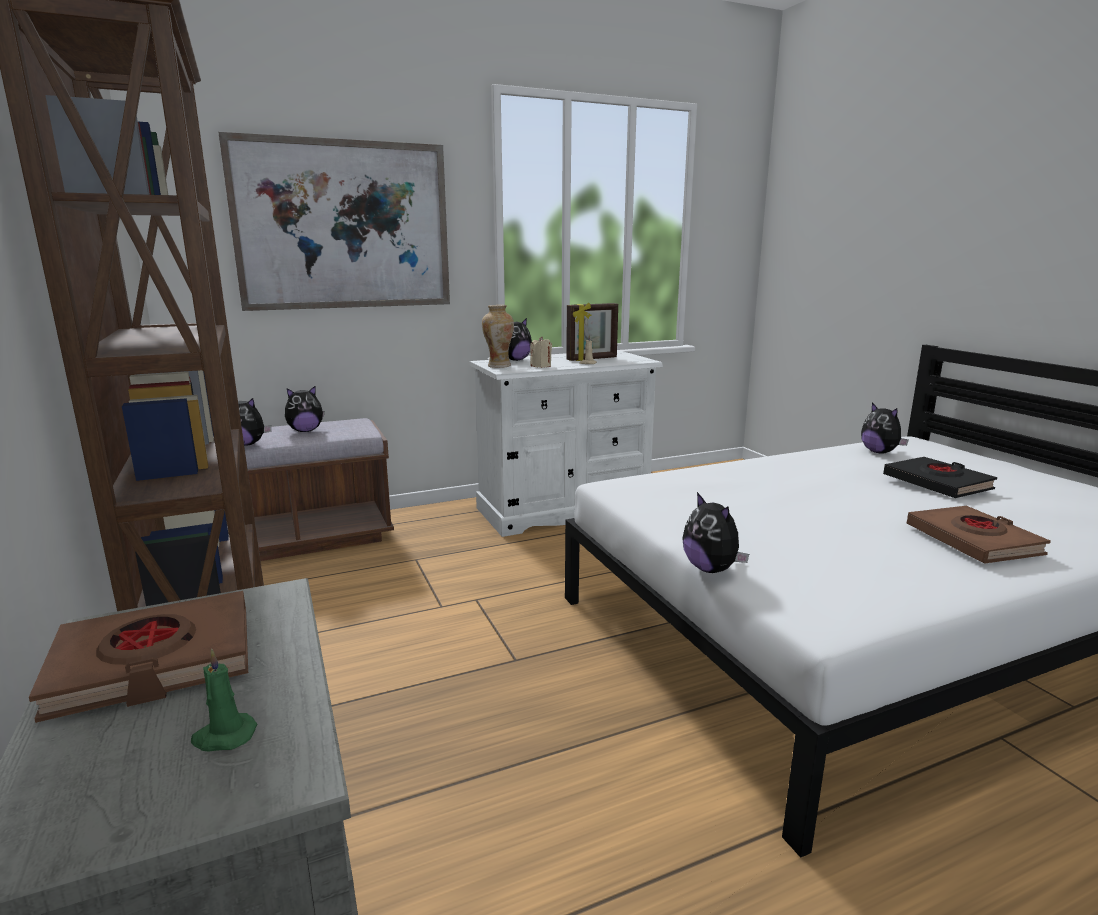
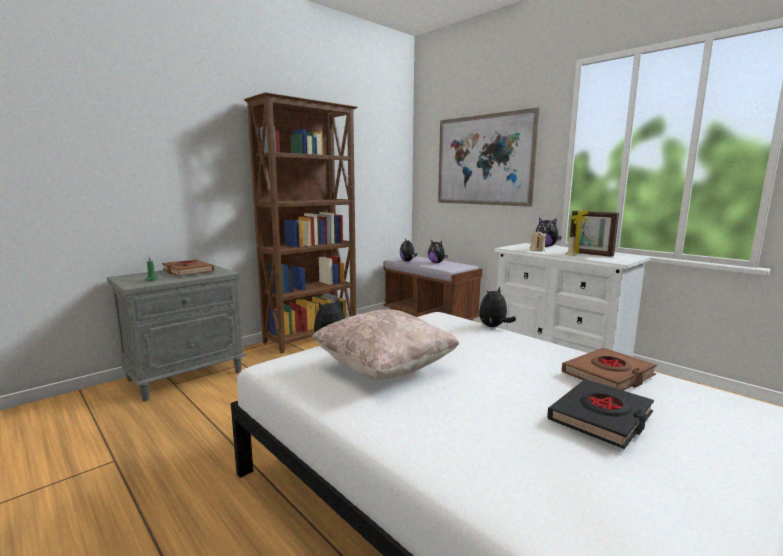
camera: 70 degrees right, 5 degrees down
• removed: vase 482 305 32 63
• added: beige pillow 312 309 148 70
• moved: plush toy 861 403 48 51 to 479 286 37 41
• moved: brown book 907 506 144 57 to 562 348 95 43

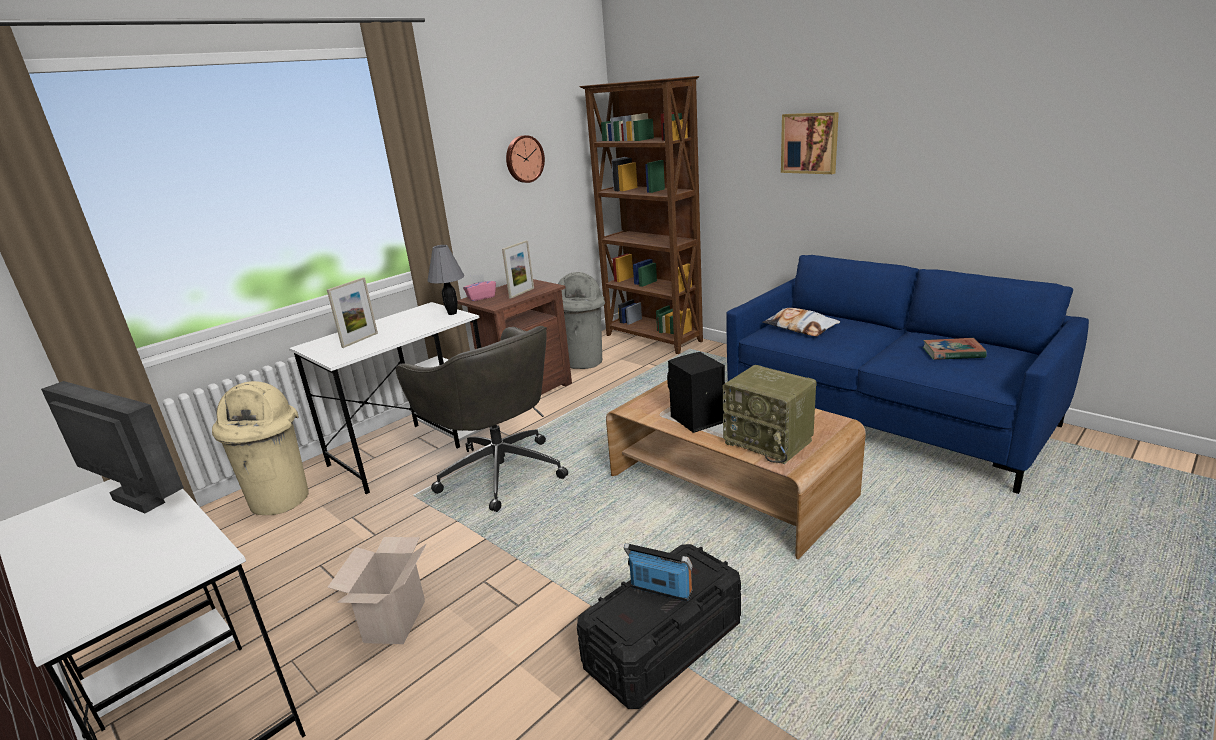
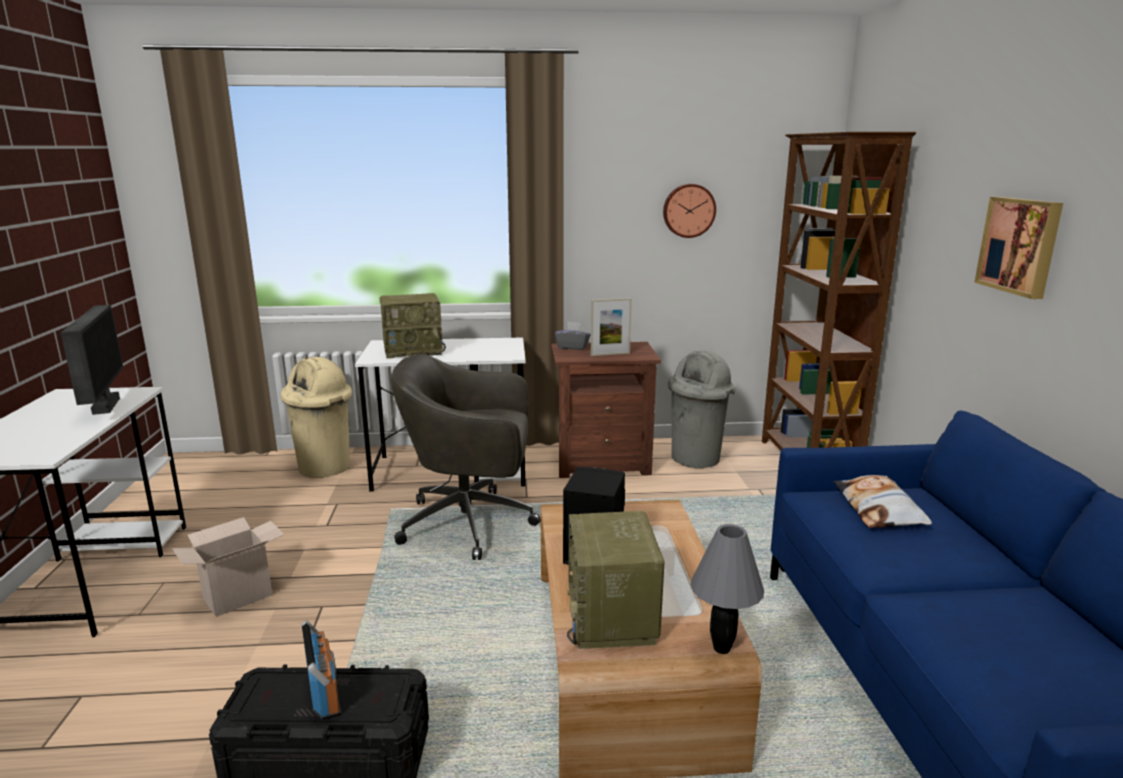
camera: 40 degrees right, 5 degrees down
• removed: book 923 338 64 22
• moved: grey table lamp 427 245 38 70 to 690 524 74 130
• replaced: picture frame 327 277 51 71 to radio 380 293 66 66
• recoloured: pink tissue box 463 274 33 27 to grey tissue box 555 322 36 28
• turned: grey office chair 396 326 172 186 = 391 354 150 206 90 degrees clockwise

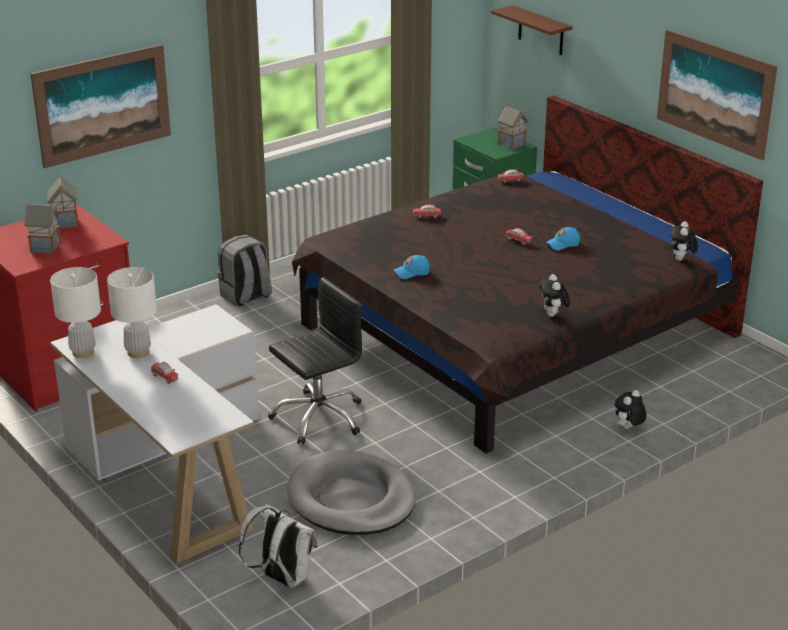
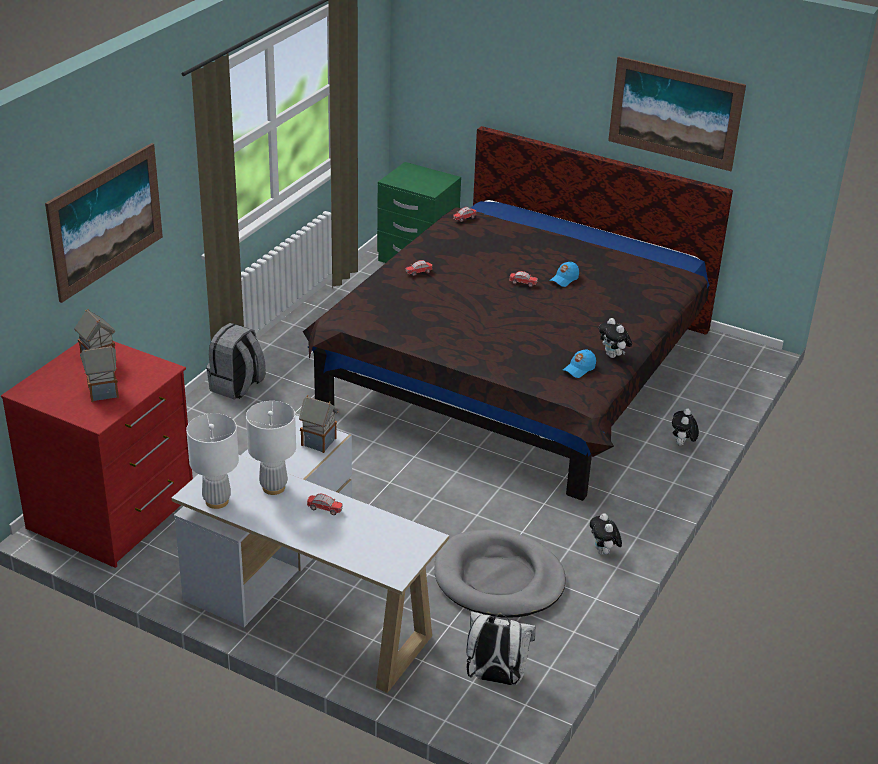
camera: 25 degrees left, 5 degrees up
• removed: black office chair 268 277 94 168
• removed: brown shelf 491 5 81 50
• moved: blue cap 394 255 36 24 to 563 350 33 28
• moved: toy house 498 105 30 45 to 299 395 39 58
• moved: plush toy 671 221 27 40 to 590 513 32 42

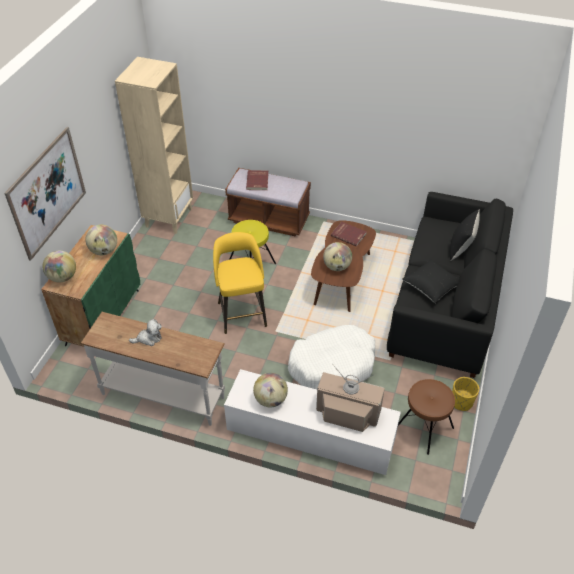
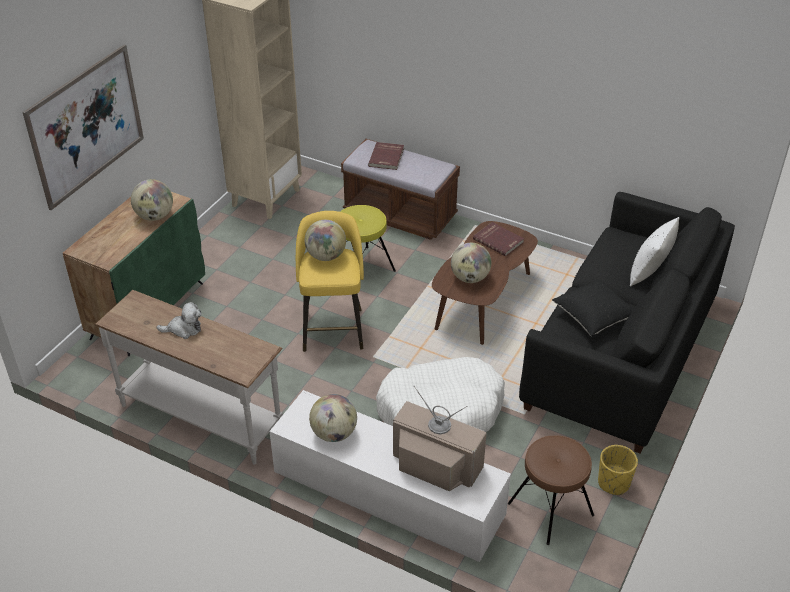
camera: 10 degrees right, 5 degrees down
• moved: globe 43 251 33 32 to 305 220 41 41
• recoloured: black pillow 450 209 30 52 to white pillow 630 217 49 70

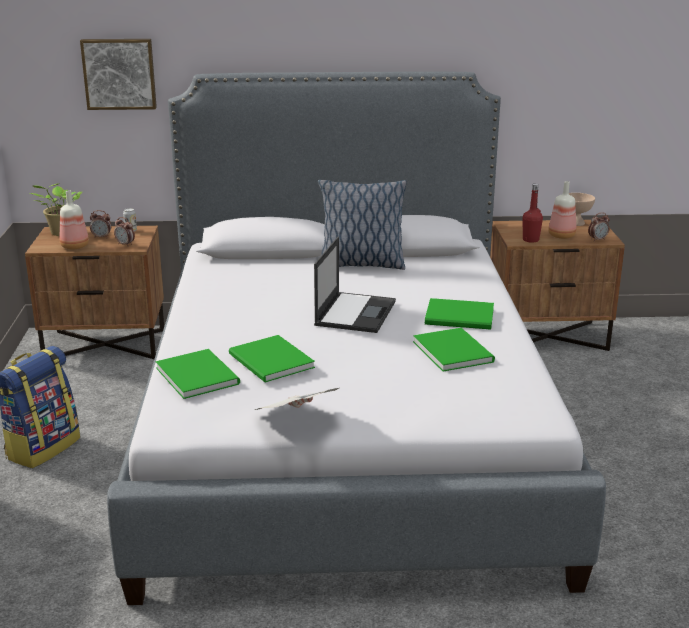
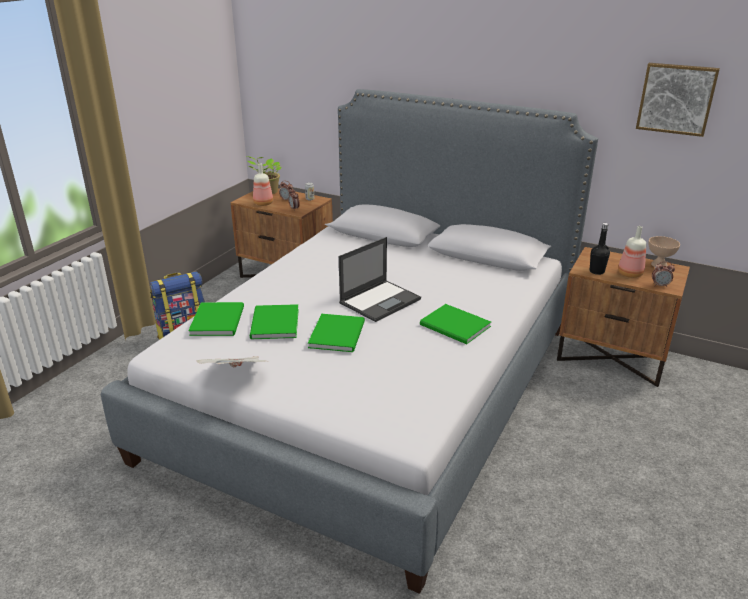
camera: 30 degrees right, 5 degrees up
• removed: pillow 318 180 89 90
• moved: picture 80 39 77 71 to 636 63 84 74
• moved: green book 413 328 82 43 to 308 314 57 38
• recoloured: red bottle 523 184 20 59 to black bottle 590 223 20 52

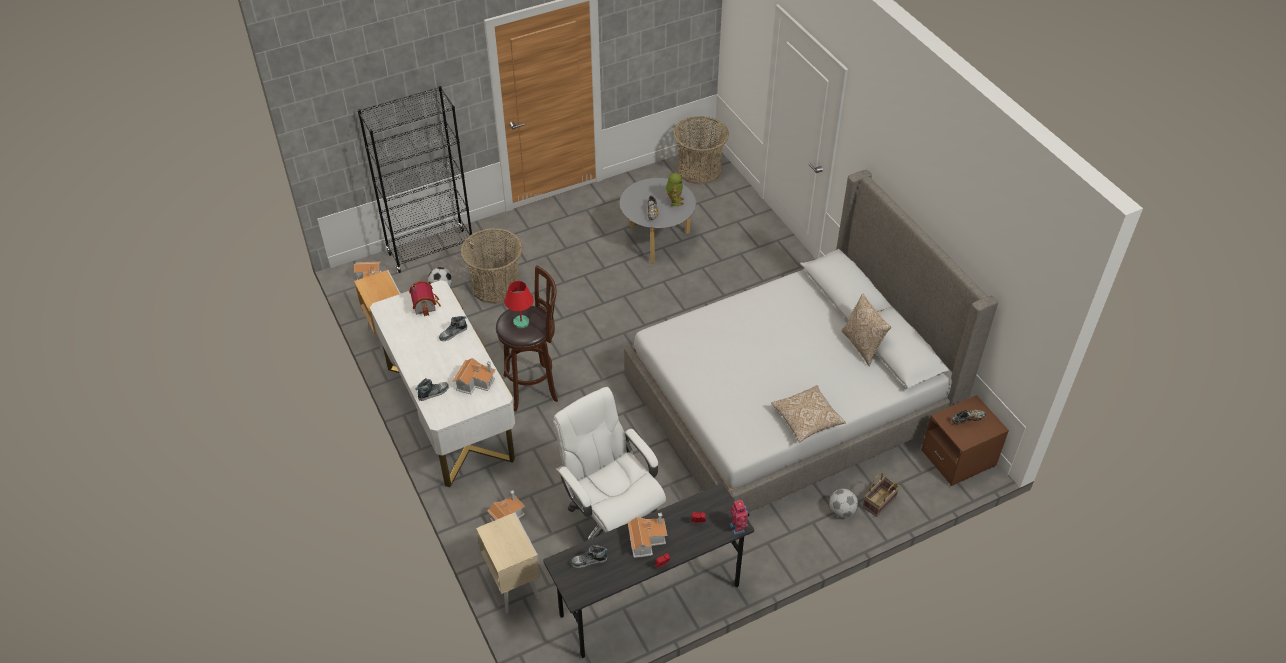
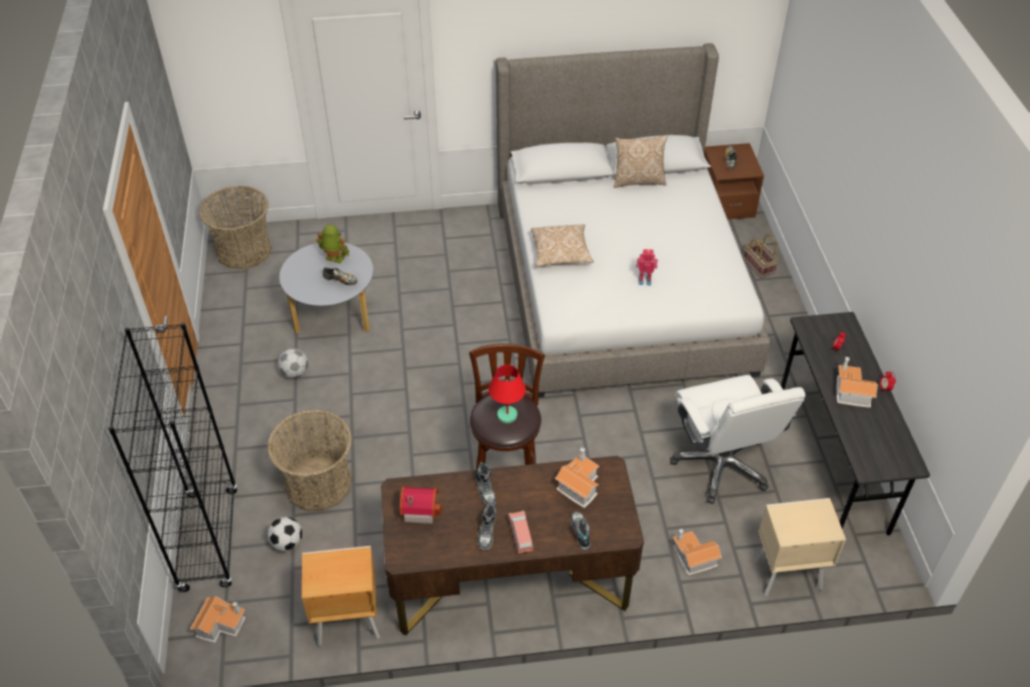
camera: 70 degrees left, 0 degrees up
• added: pink toy car 508 511 25 42
• moved: shoe 571 545 37 23 to 478 503 18 47
• moved: toy robot 730 500 19 35 to 636 249 22 36
• moved: pillow 771 385 75 57 to 531 224 63 42
• moved: football 829 489 29 29 to 278 348 30 30
• recoloured: white desk 370 280 145 207 to brown desk 381 456 263 180
• turned: white office chair 553 387 113 154 = 670 375 135 129 90 degrees counterclockwise

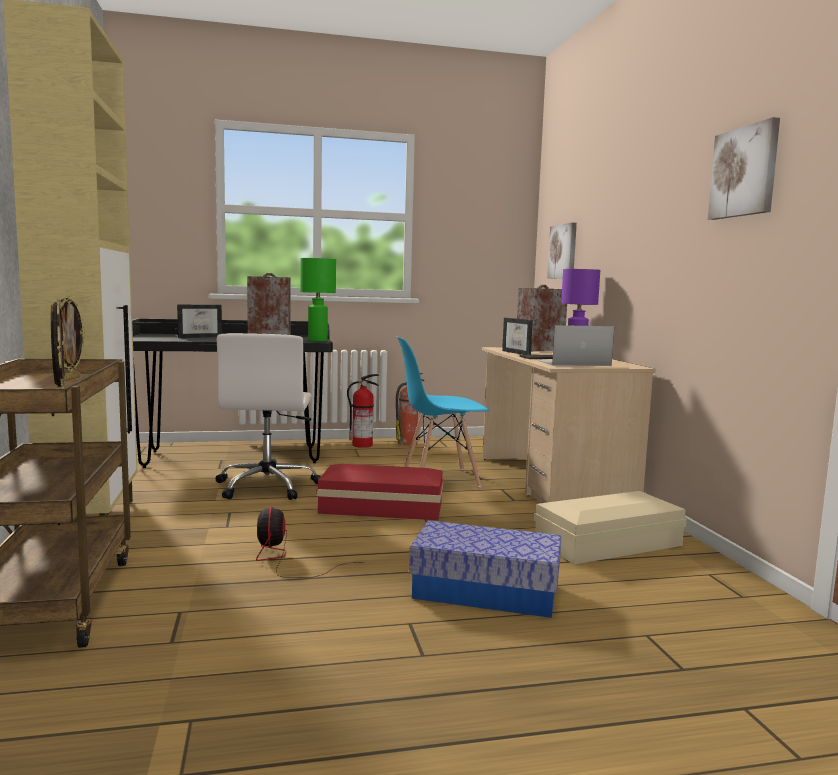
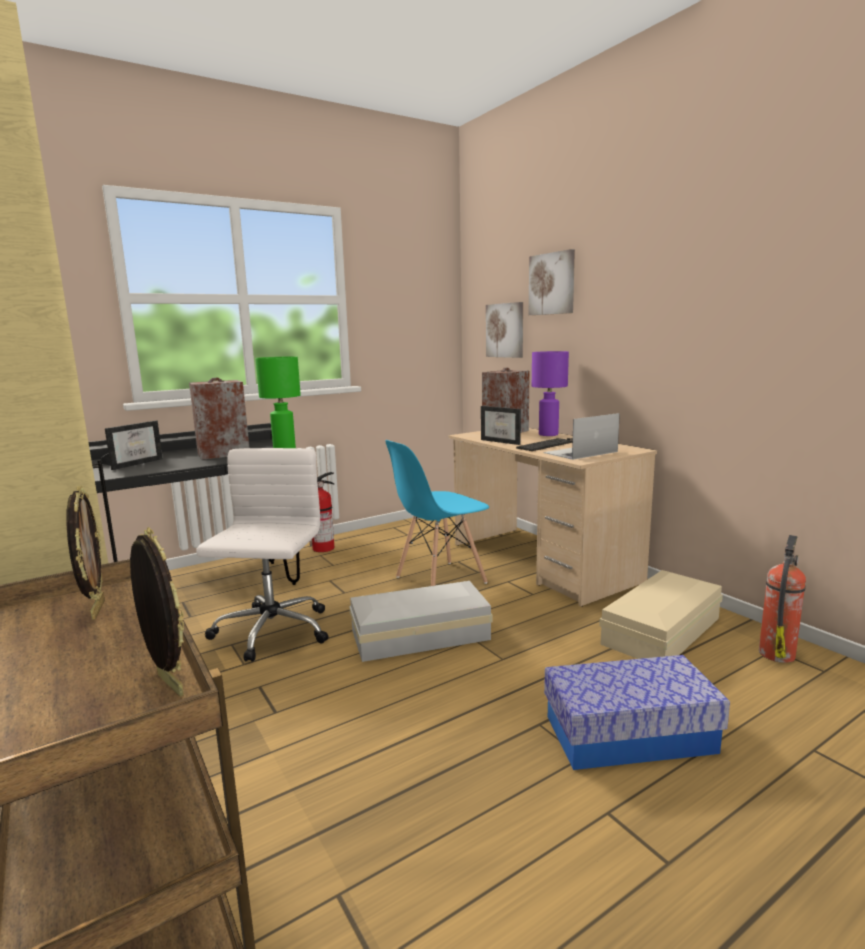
camera: 20 degrees left, 5 degrees up
• removed: fan 256 507 101 71
• moved: fire extinguisher 396 373 29 72 to 759 535 47 128
• moved: picture 708 117 72 103 to 529 249 46 66
• recoloured: red storage box 316 464 127 56 to white storage box 349 581 144 81
• turned: white office chair 216 333 105 167 = 196 448 132 214 150 degrees counterclockwise

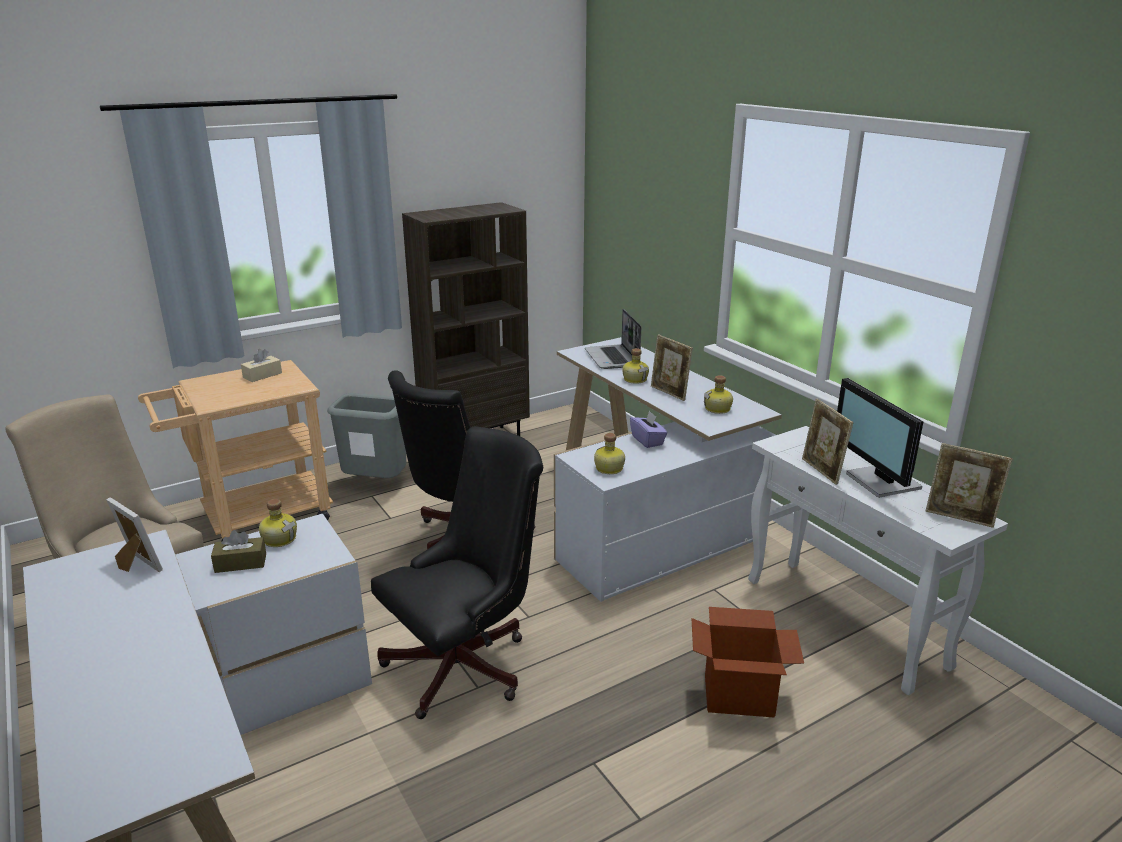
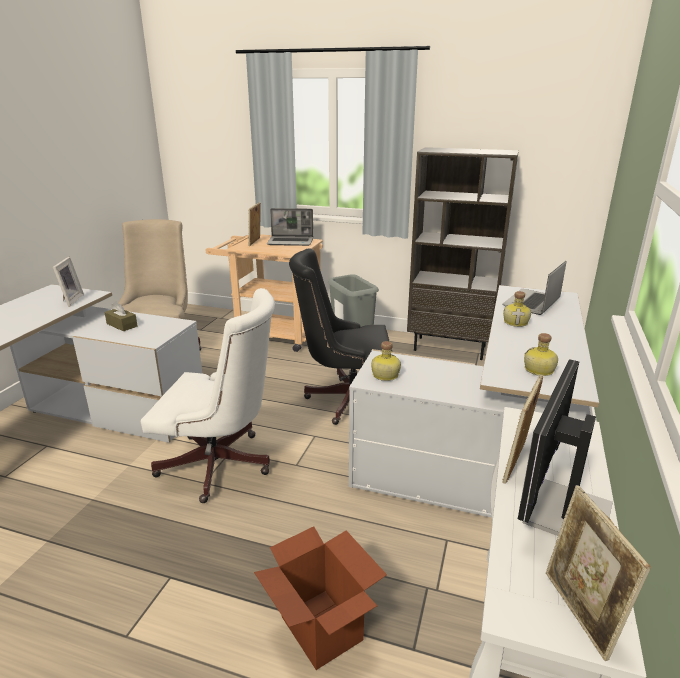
camera: 50 degrees right, 0 degrees up
• removed: bottle 259 499 38 48
• removed: purple tissue box 630 411 38 37
• moved: picture frame 651 334 42 67 to 248 202 13 44
• replaced: beige tissue box 241 349 41 33 to laptop 267 208 46 38
• recoloured: black office chair 371 426 172 293 to white office chair 141 288 134 215

